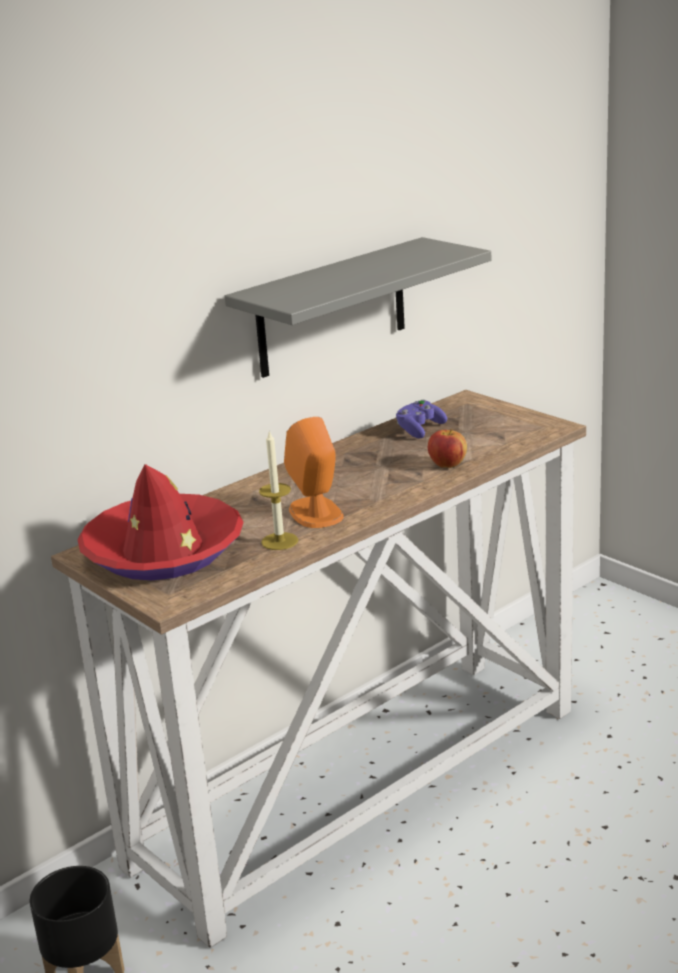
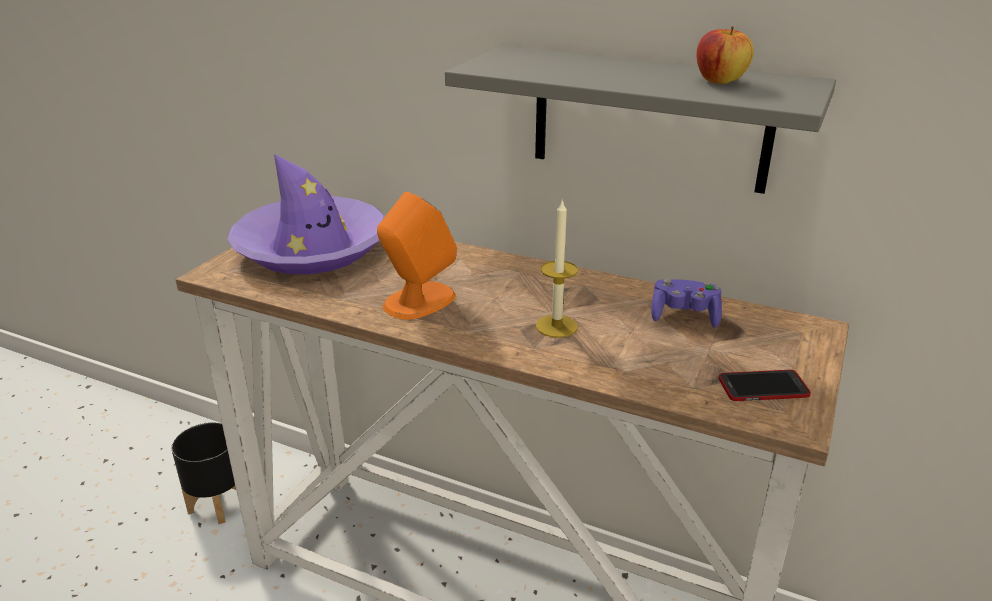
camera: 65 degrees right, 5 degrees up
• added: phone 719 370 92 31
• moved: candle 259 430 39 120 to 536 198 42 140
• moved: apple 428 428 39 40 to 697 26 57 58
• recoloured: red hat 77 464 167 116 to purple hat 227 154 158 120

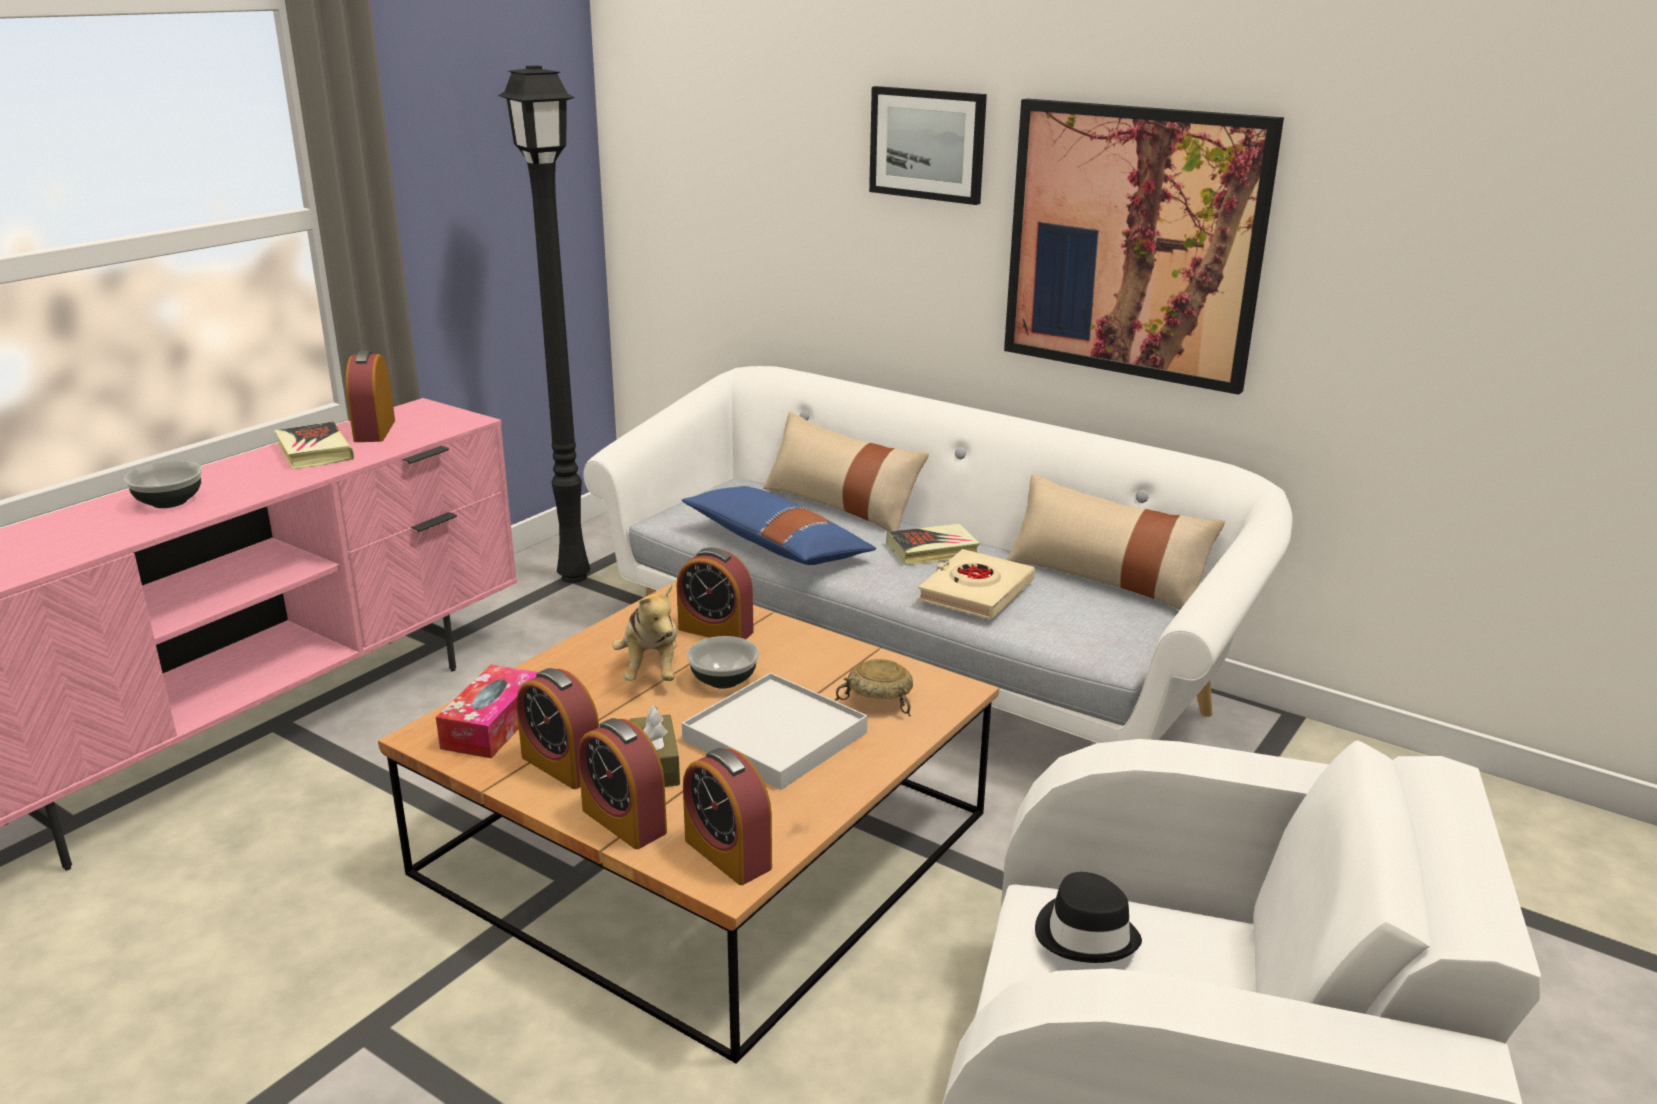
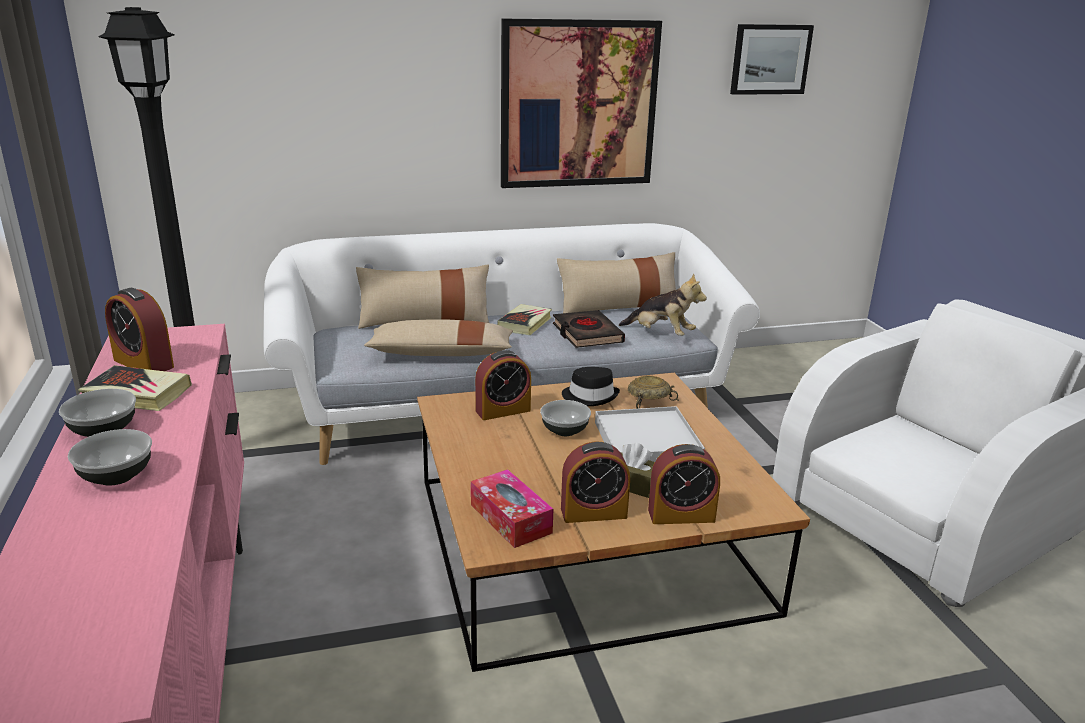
camera: 50 degrees left, 0 degrees up
• removed: alarm clock 683 748 89 137
• added: bowl 59 389 77 48
• moved: plush toy 612 584 65 97 to 619 273 88 63
• moved: picture 869 86 118 119 to 730 24 84 71
• moved: black hat 1035 872 107 91 to 562 367 58 39
• recoloured: blue pillow 681 486 195 79 to beige pillow 364 319 149 37
• recoloured: beige book 917 549 118 70 to black book 553 310 72 38

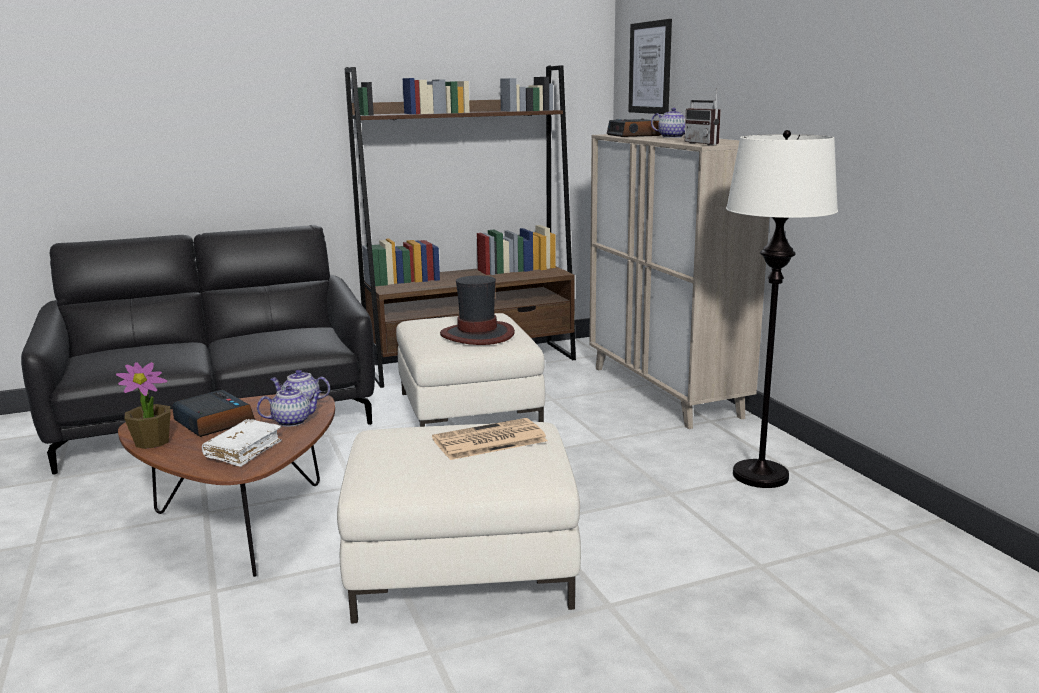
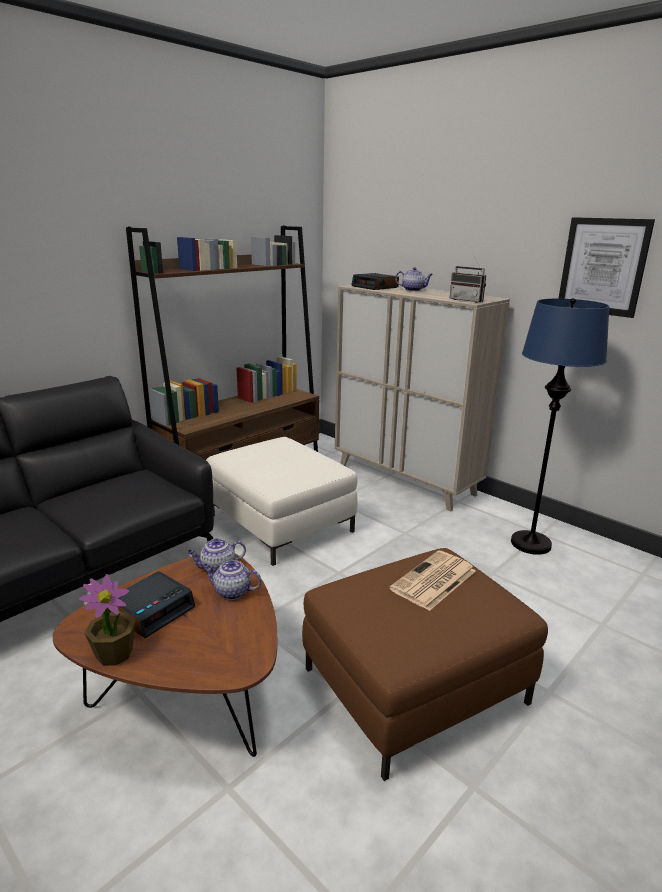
camera: 25 degrees left, 5 degrees up
• removed: white book 202 419 80 48
• removed: hat 440 275 75 70
• moved: picture 628 19 44 95 to 558 217 97 101
• recoloured: white ottoman 337 422 244 202 to brown ottoman 302 548 246 233
• recoloured: white floor lamp 726 130 112 358 to blue floor lamp 511 298 98 257
• turned: alarm clock 172 390 83 47 = 110 571 85 67 105 degrees clockwise
• turned: teapot 257 386 65 41 = 203 560 58 40 120 degrees counterclockwise

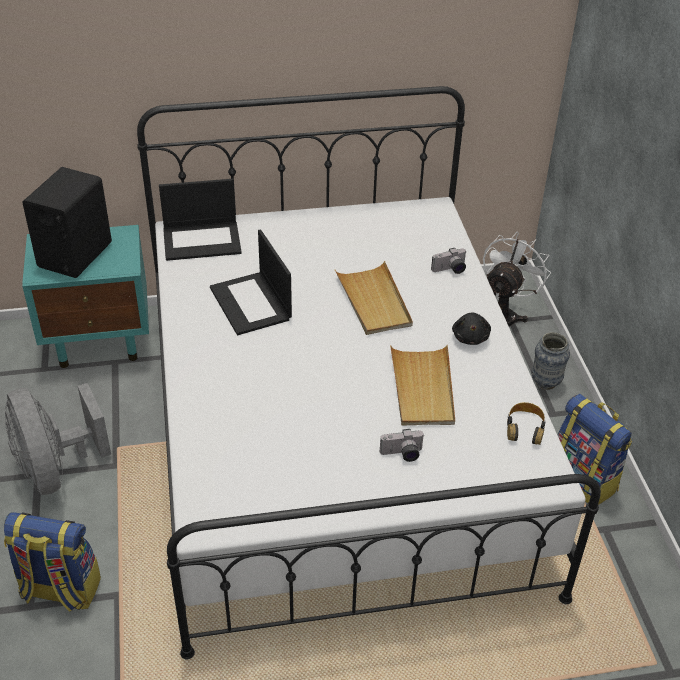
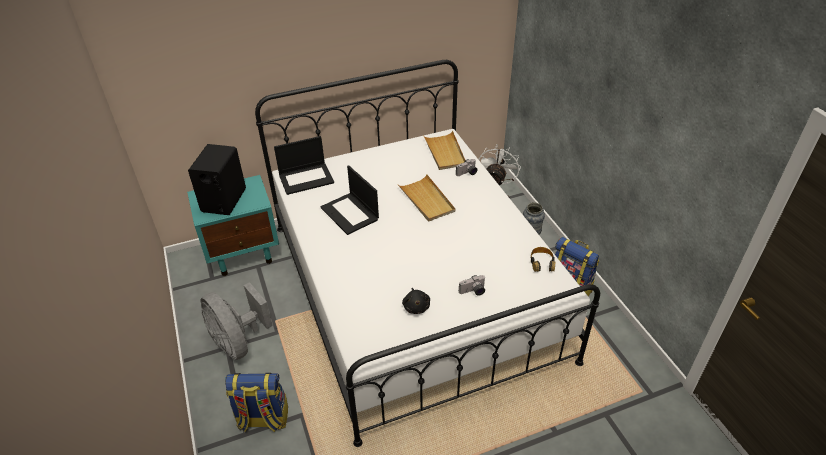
camera: 10 degrees left, 0 degrees up
• moved: beige tray 390 345 65 80 to 423 131 42 39
• moved: black plush toy 452 313 39 32 to 402 288 28 26

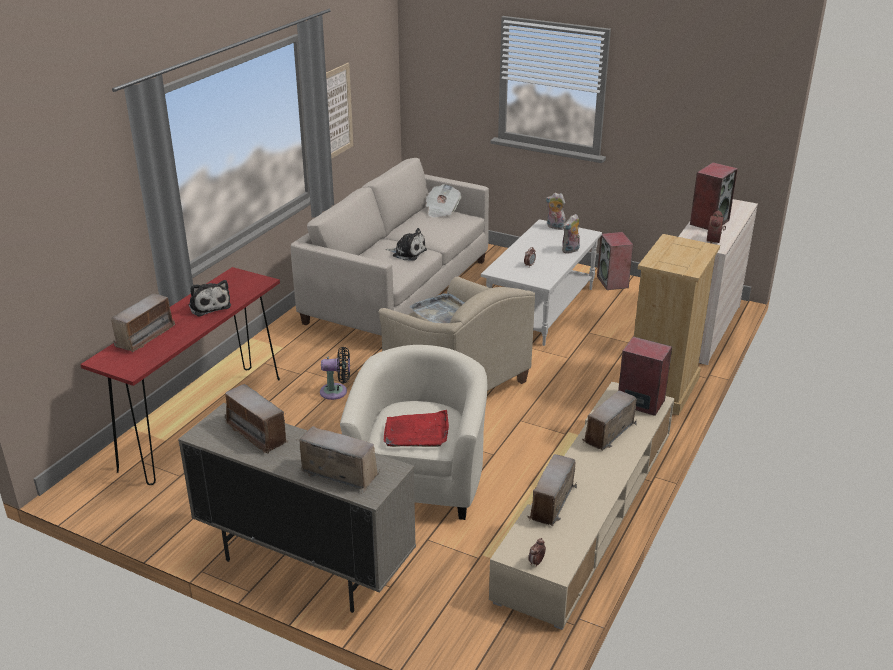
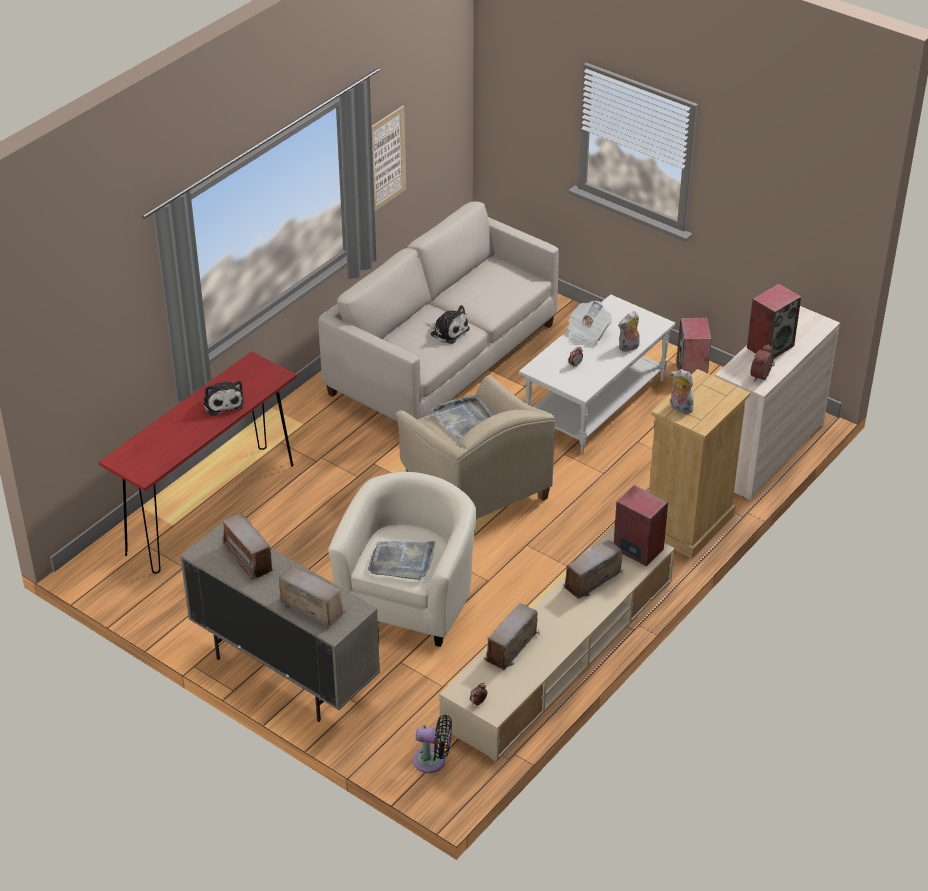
camera: 10 degrees right, 10 degrees up
• removed: radio 111 293 64 59
• moved: black fan 320 347 30 53 to 413 715 39 58
• moved: newspaper 425 184 37 34 to 567 301 45 45
• moved: plush toy 546 193 20 37 to 670 369 24 45
• recoloured: red tray 384 410 65 37 to grey tray 368 541 67 39

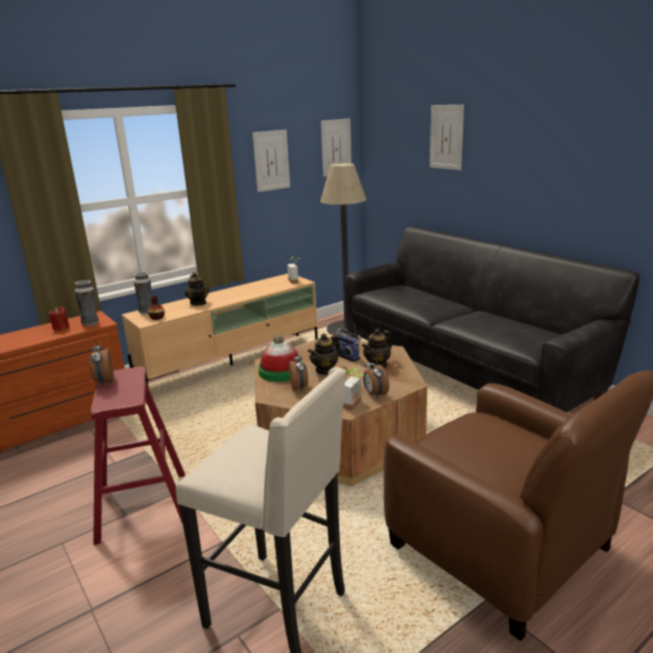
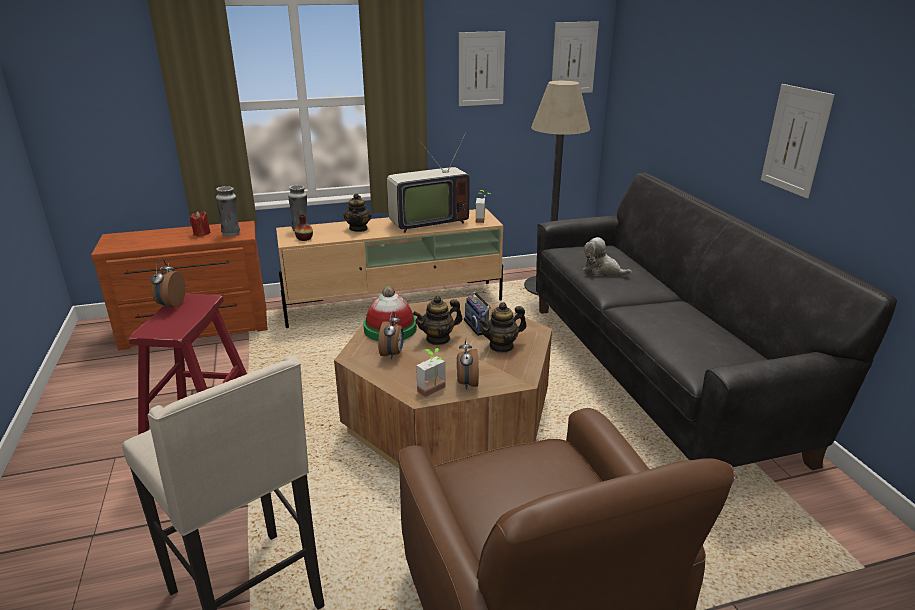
camera: 20 degrees right, 5 degrees up
• added: television 387 132 82 101
• added: plush toy 583 237 49 40
• moved: picture 430 105 34 65 to 761 84 74 114

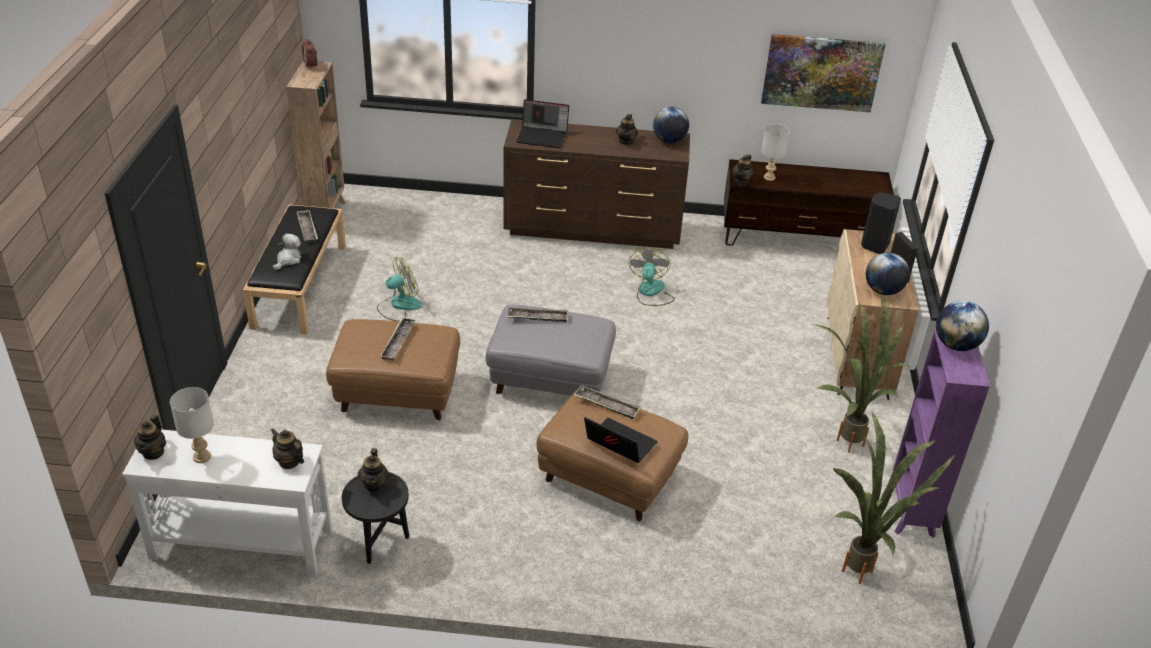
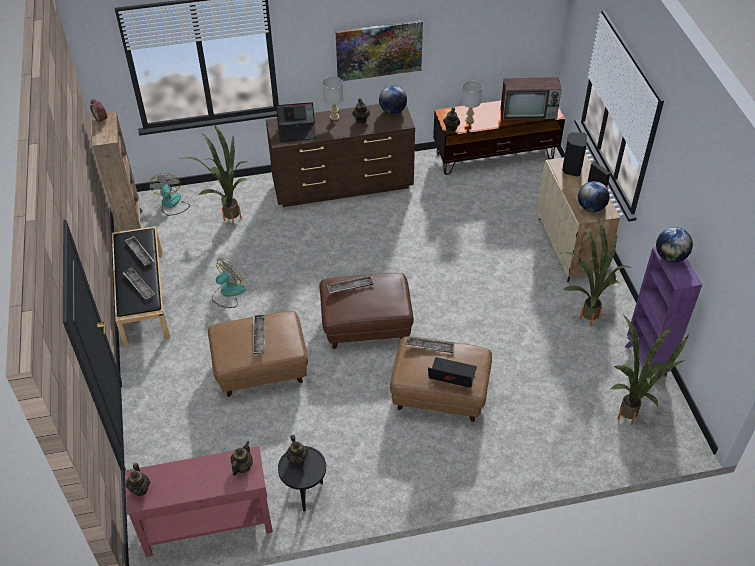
camera: 15 degrees left, 10 degrees up
• added: potted plant 180 125 67 100
• added: television 501 77 61 43
• moved: grey table lamp 170 387 44 76 to 323 76 21 44
• moved: fan 628 247 47 59 to 149 173 41 43
• moved: picture 761 34 124 79 to 335 20 88 61
• replaced: plush toy 273 234 28 36 to tray 123 268 32 32
• recoloured: white console table 122 430 210 146 to red console table 125 446 148 111
• recoloured: grey ottoman 486 305 130 91 to brown ottoman 319 273 95 76
• turned: teapot 271 428 33 41 = 230 441 23 35 90 degrees clockwise

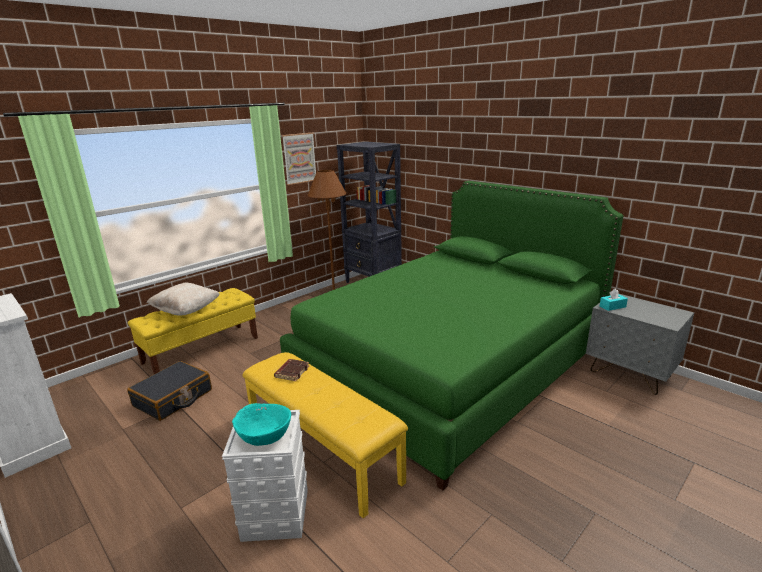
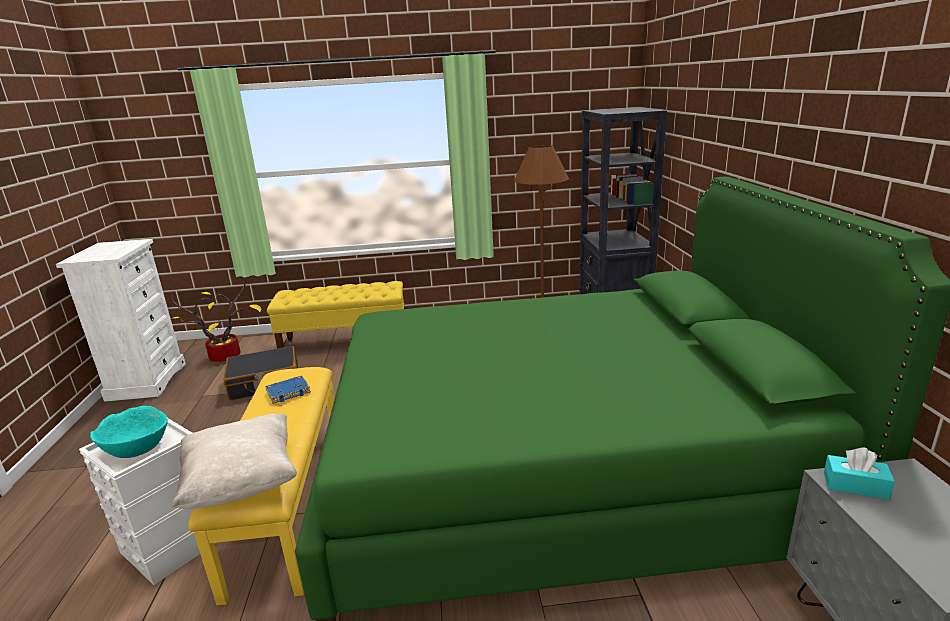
camera: 40 degrees right, 0 degrees up
• removed: picture 282 133 34 52
• added: potted plant 171 279 90 83
• moved: beige pillow 147 282 73 34 to 171 414 126 95
• recoloured: brown book 274 359 35 22 to blue book 265 376 46 28

